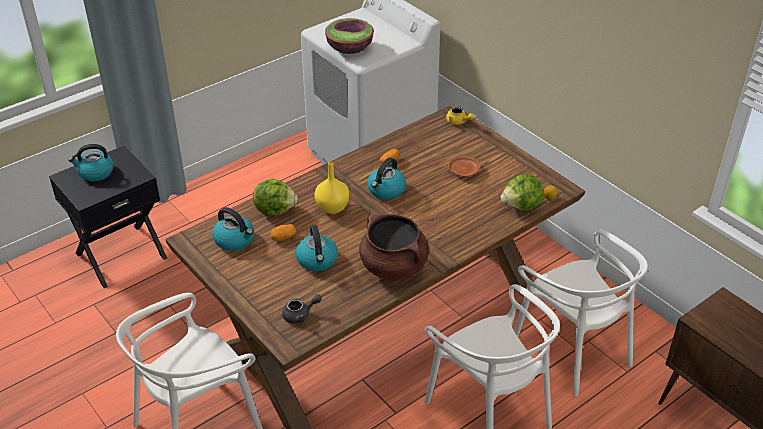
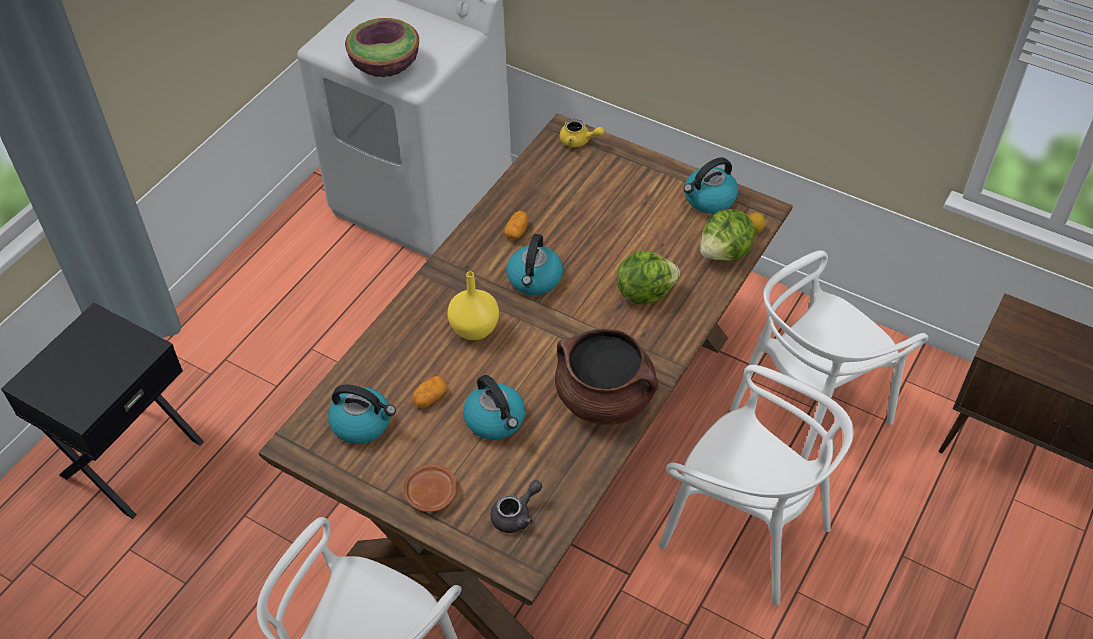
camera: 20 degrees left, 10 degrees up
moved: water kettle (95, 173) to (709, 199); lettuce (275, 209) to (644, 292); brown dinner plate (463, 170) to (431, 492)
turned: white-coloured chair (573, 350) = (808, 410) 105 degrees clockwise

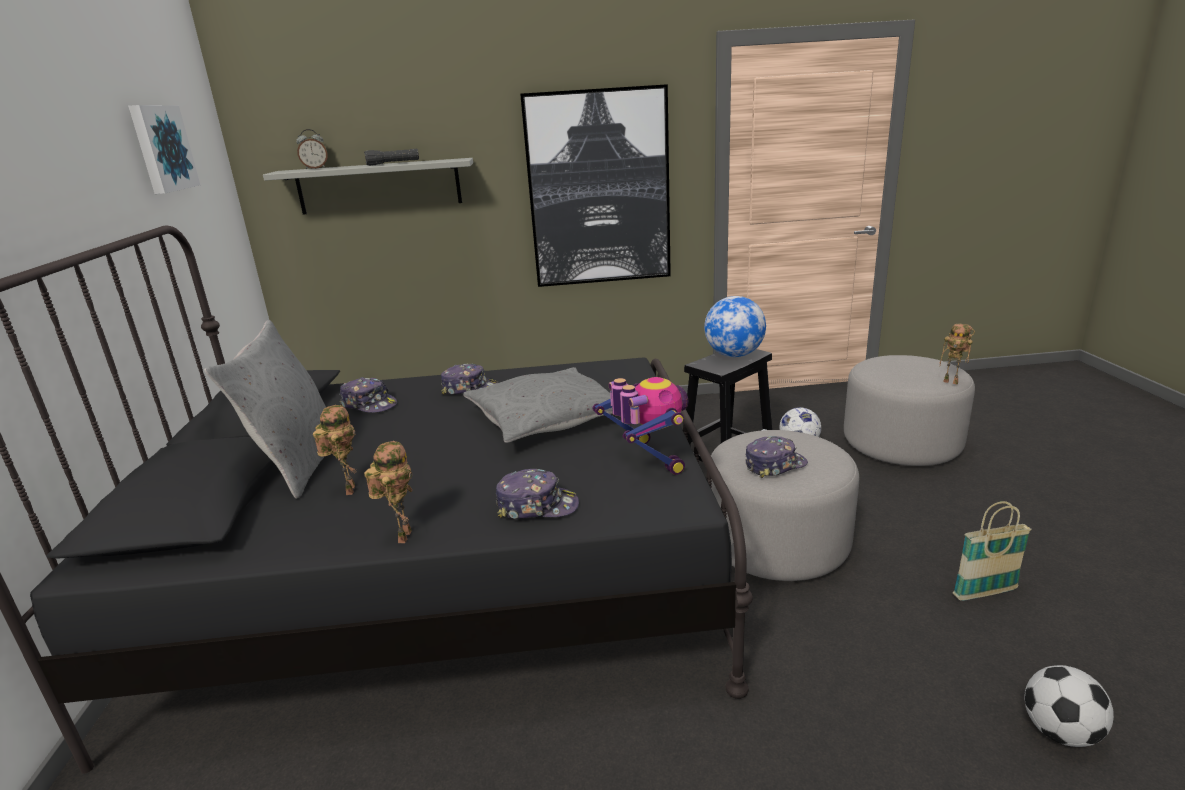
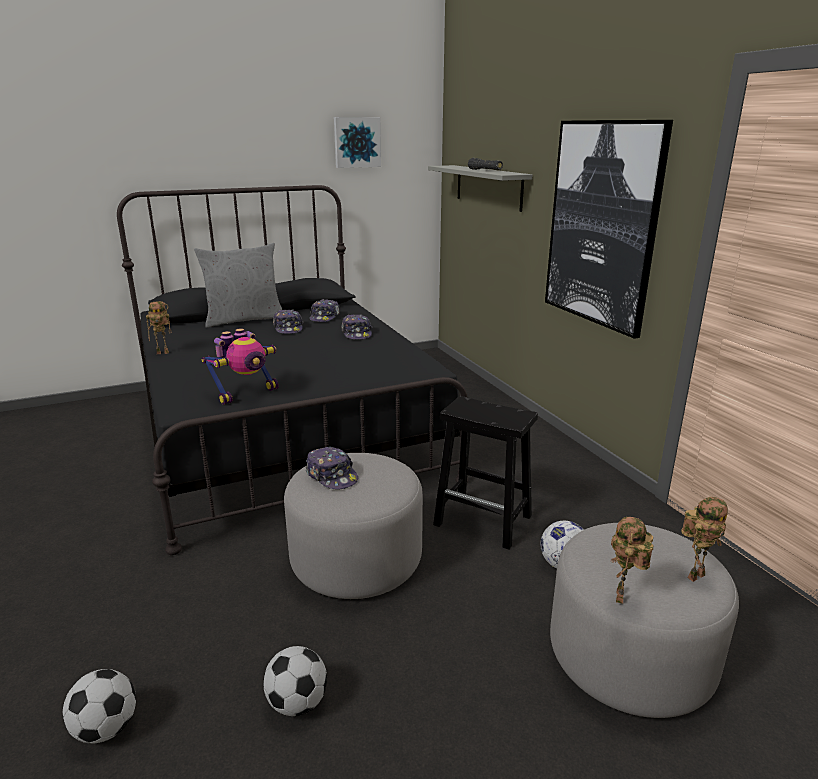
camera: 70 degrees right, 0 degrees up
removed: bedside clock (315, 168); grey pillow (545, 419); world globe (734, 355)
moved: model robot (348, 489) to (695, 574); cap (537, 506) to (288, 328)
replaced: storage basket (984, 593) to football ball (298, 703)

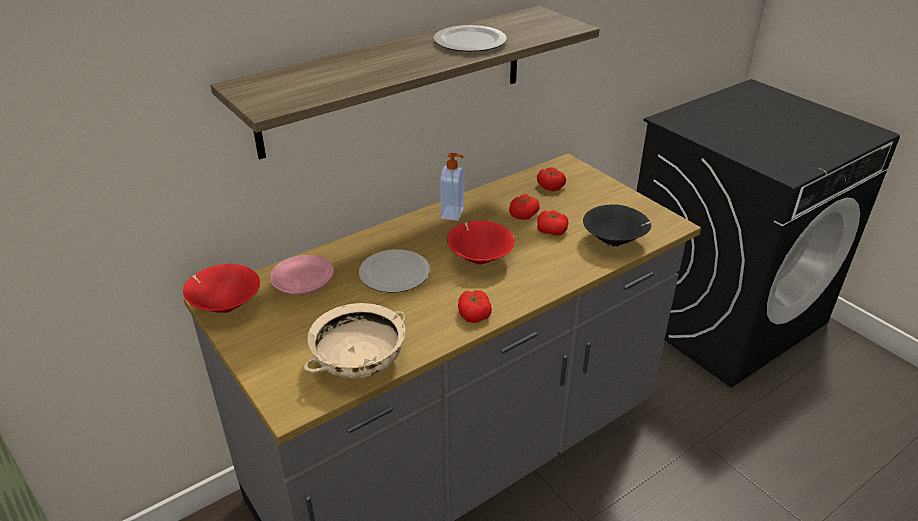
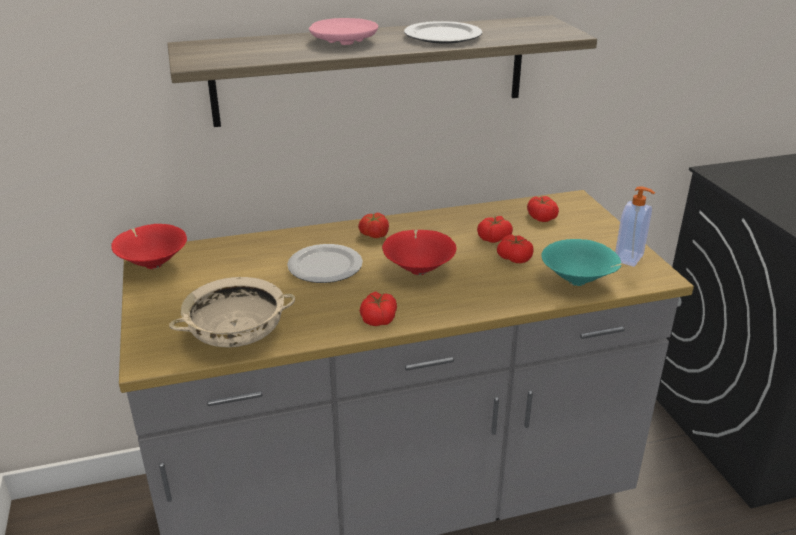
camera: 20 degrees right, 5 degrees down
added: fresh tomato (373, 235)
moved: pink-coloured dinner plate (303, 283) to (343, 41); soap dispenser (453, 213) to (629, 258)
recoloured: blackish serving bowl (615, 242) to blue-green serving bowl (578, 282)

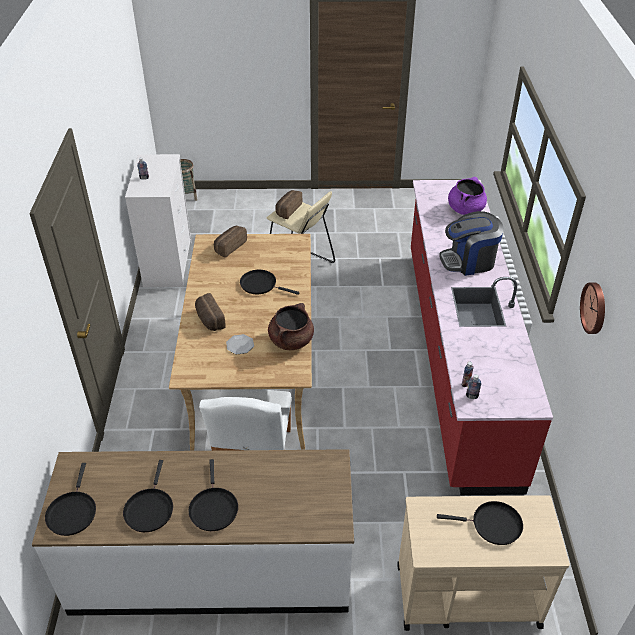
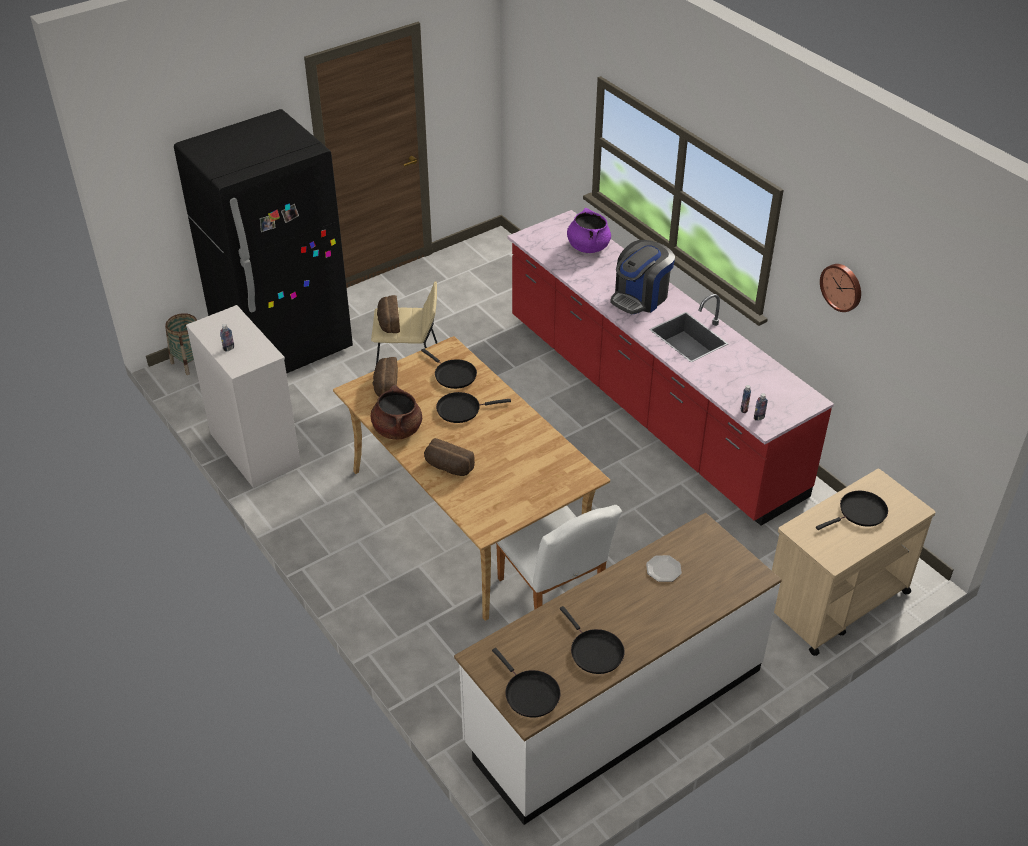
camera: 35 degrees left, 0 degrees up
added: blackish fridge (284, 347)
moved: blackish skillet (213, 508) to (453, 375); dinner plate (240, 345) to (663, 569); brown saucepot (291, 340) to (397, 429)

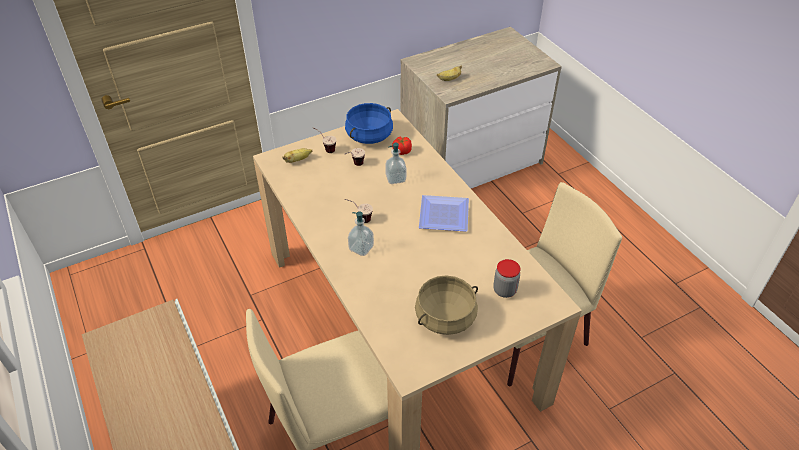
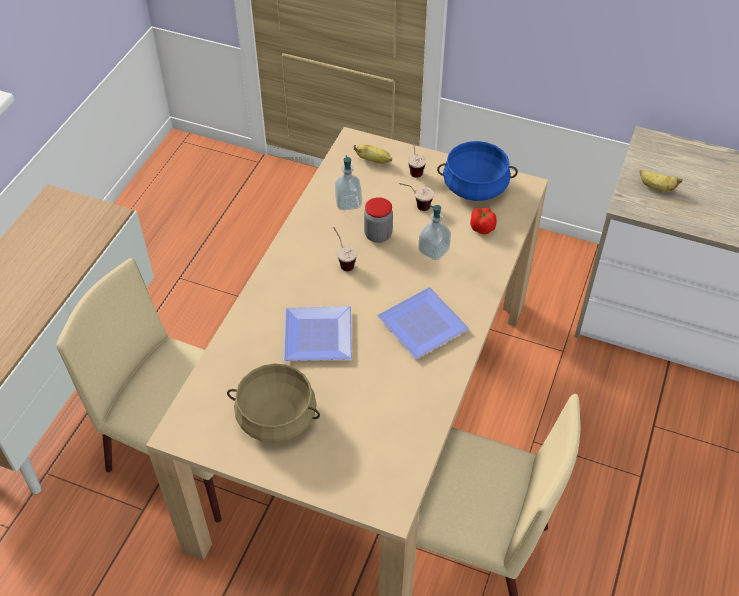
camera: 50 degrees right, 5 degrees up
added: dinner plate (320, 338)
moved: soap dispenser (361, 248) to (348, 203); preserve jar (504, 290) to (378, 235)

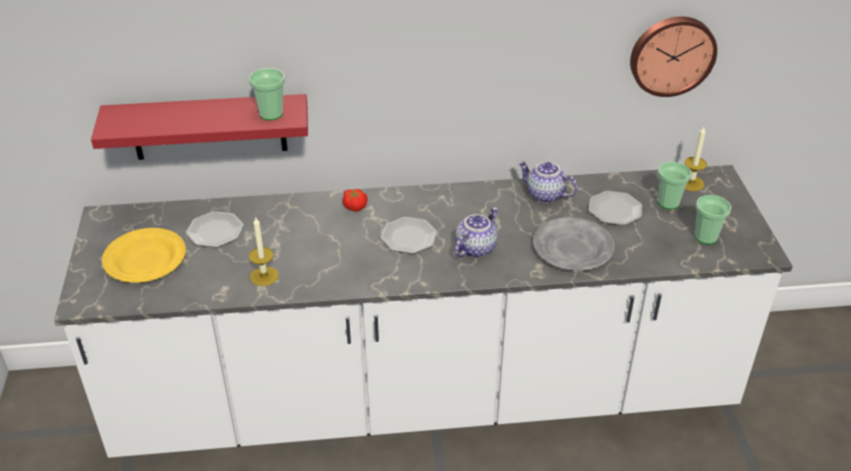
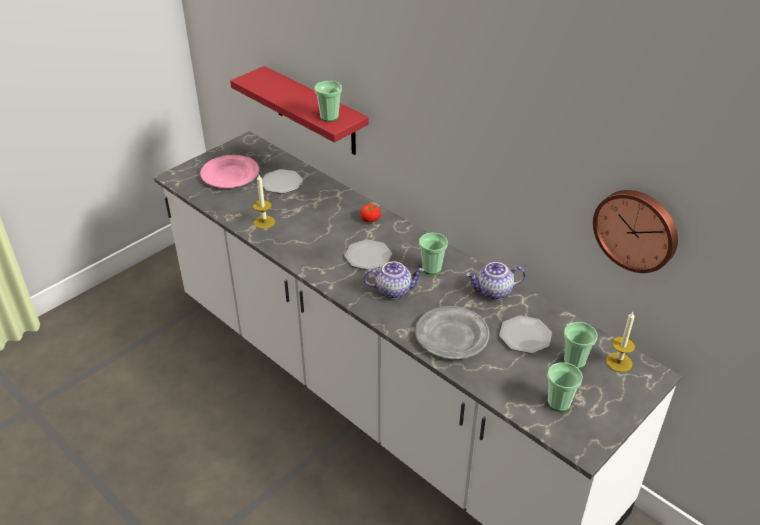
camera: 50 degrees right, 0 degrees up
added: drinking cup (431, 268)
recoloured: yellowish dinner plate (144, 259) to pink-coloured dinner plate (230, 175)
turned: teapot (544, 195) = (493, 292) 90 degrees counterclockwise

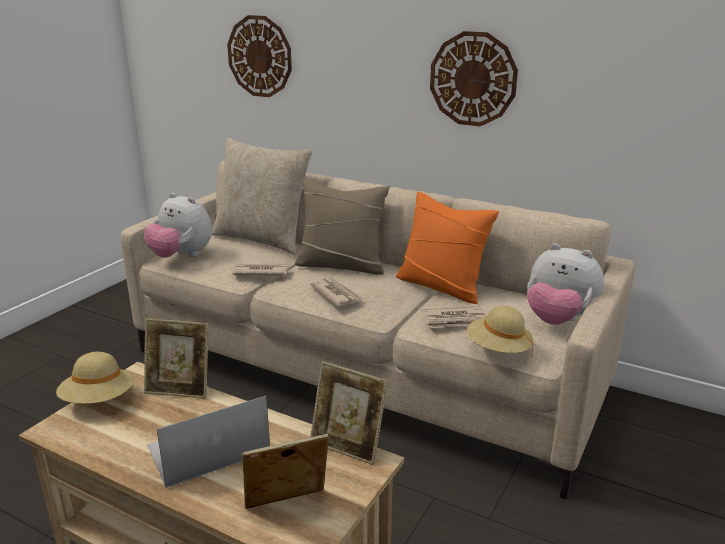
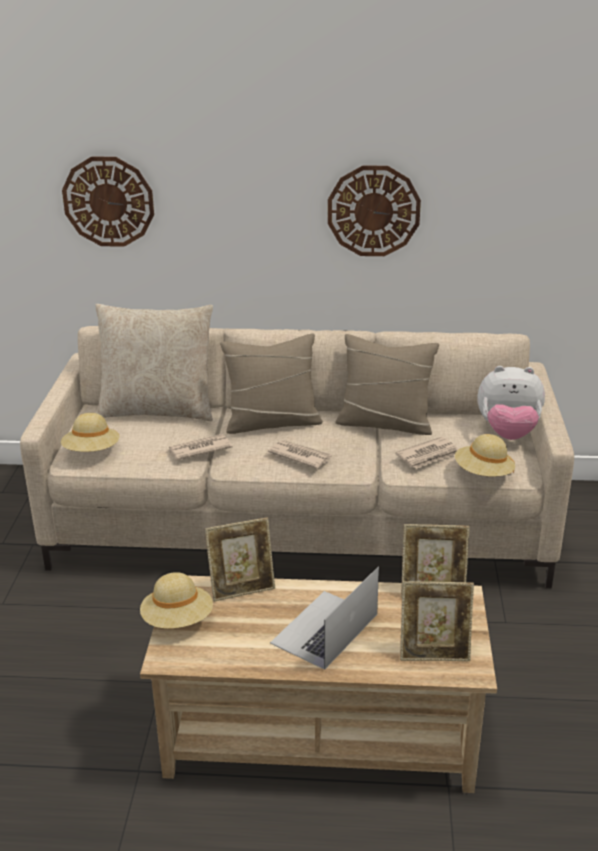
camera: 25 degrees left, 5 degrees up
replaced: plush toy (181, 256) to beige-coloured wearable hat (92, 451)
recoloured: orange pillow (442, 286) to beige-coloured pillow (385, 423)
turned: picture frame (287, 509) = (434, 651) 135 degrees counterclockwise

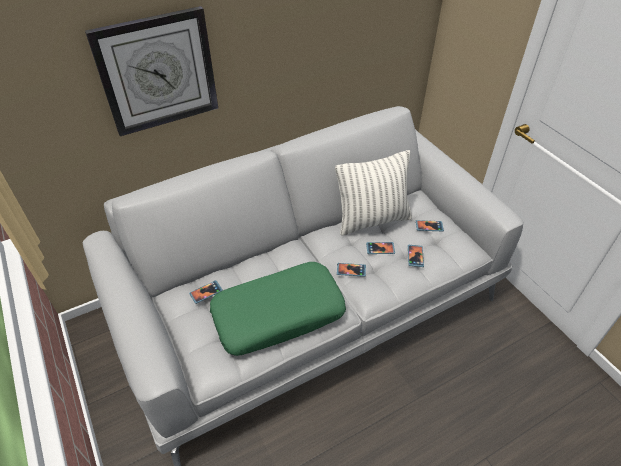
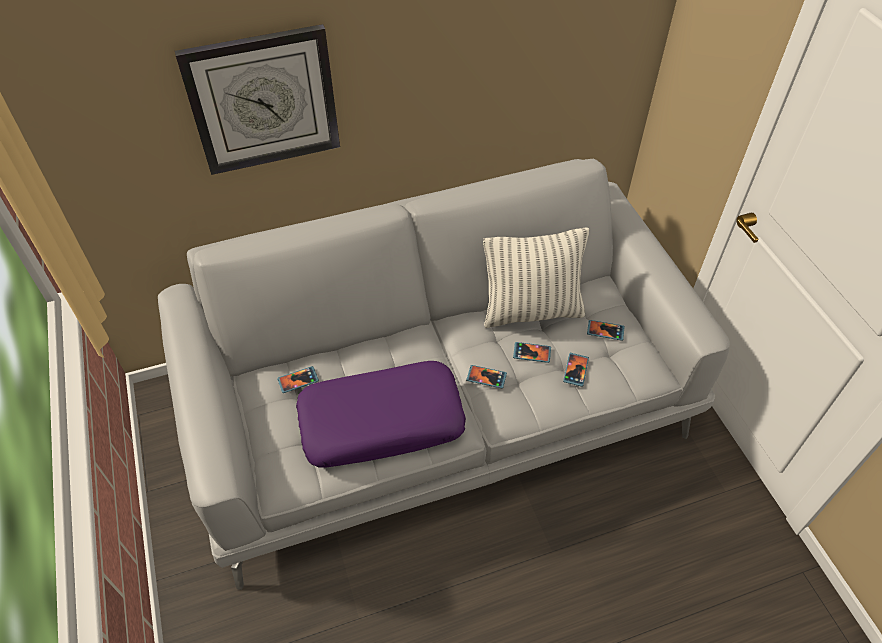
camera: 10 degrees right, 5 degrees up
recoloured: greenish pillow (278, 314) to purple-coloured pillow (382, 422)

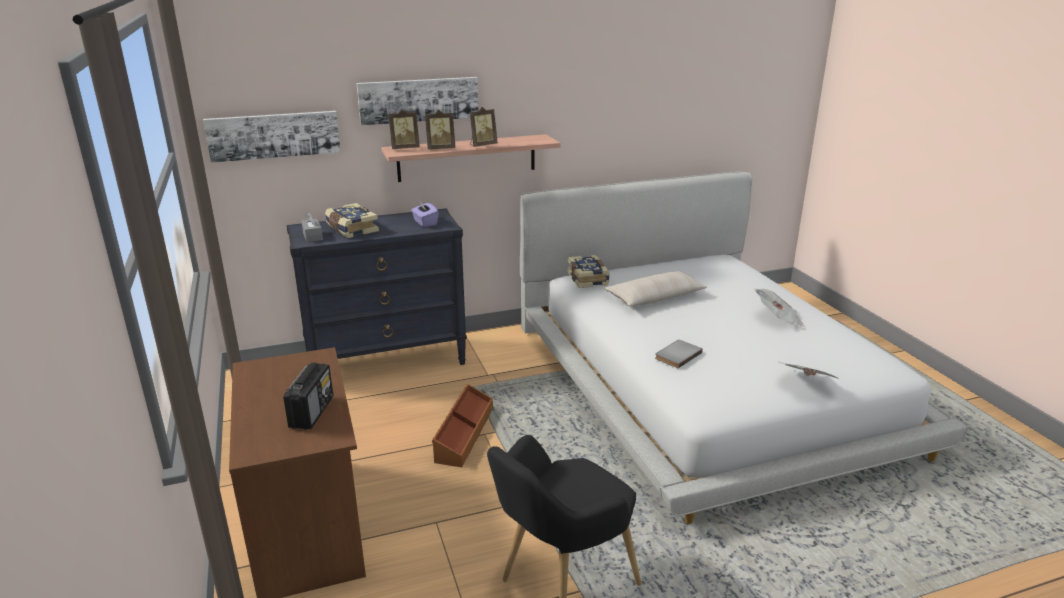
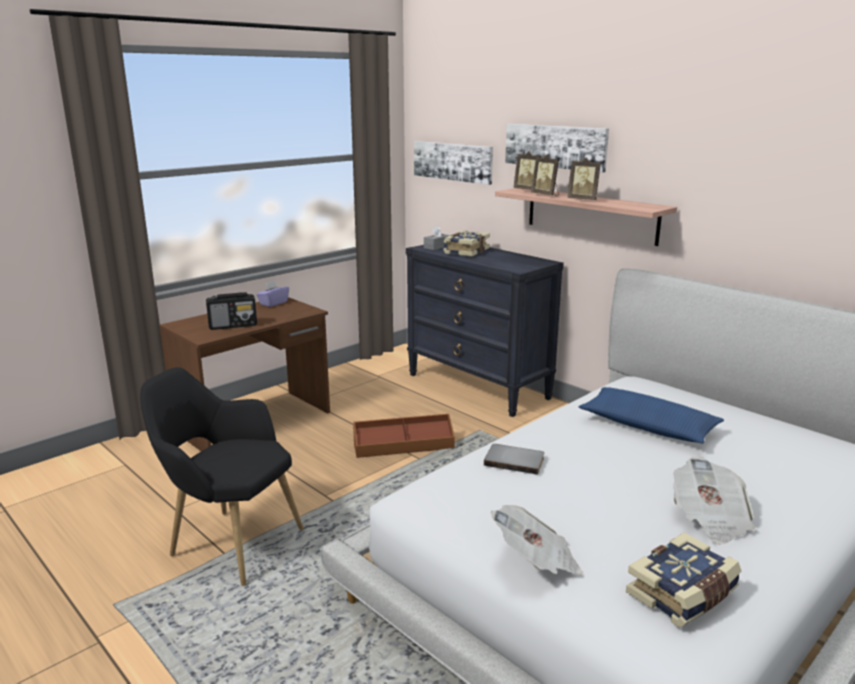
camera: 65 degrees right, 5 degrees down
moved: purple-coloured tissue holder (425, 223) to (273, 303); bound book (588, 279) to (683, 594)
recoloured: beige-coloured pillow (655, 298) to blue-coloured pillow (648, 426)

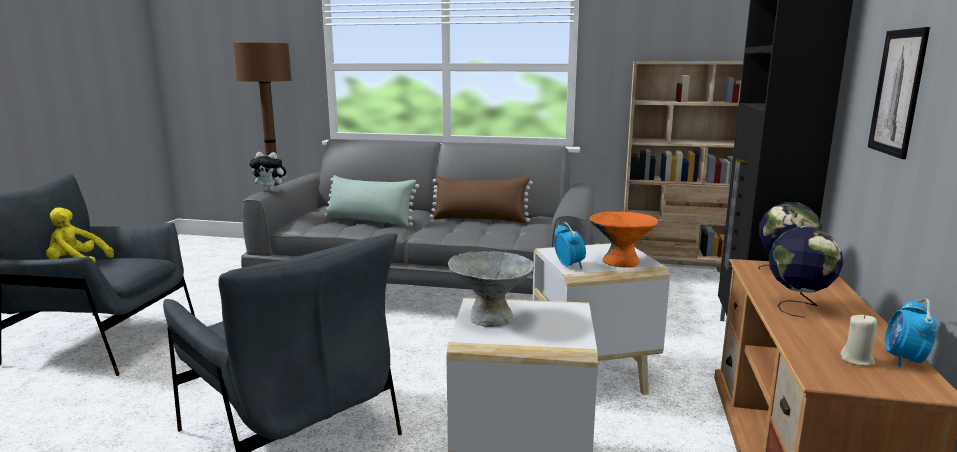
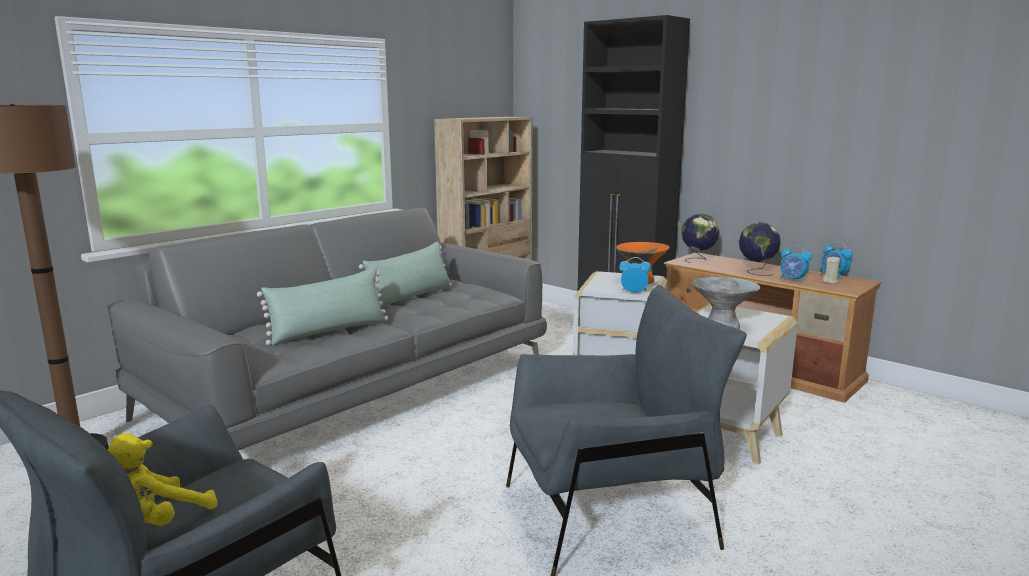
camera: 60 degrees left, 0 degrees up
removed: plush toy (271, 190); wall art (898, 92)
added: bedside clock (792, 280)
recoloured: brown pillow (480, 219) to greenish pillow (410, 297)

